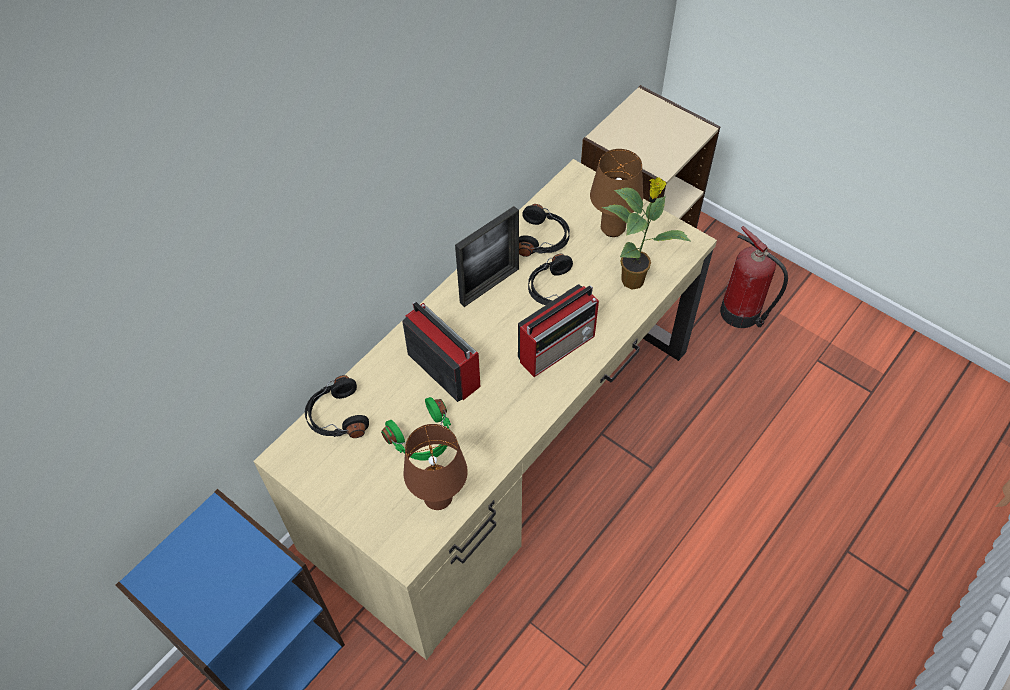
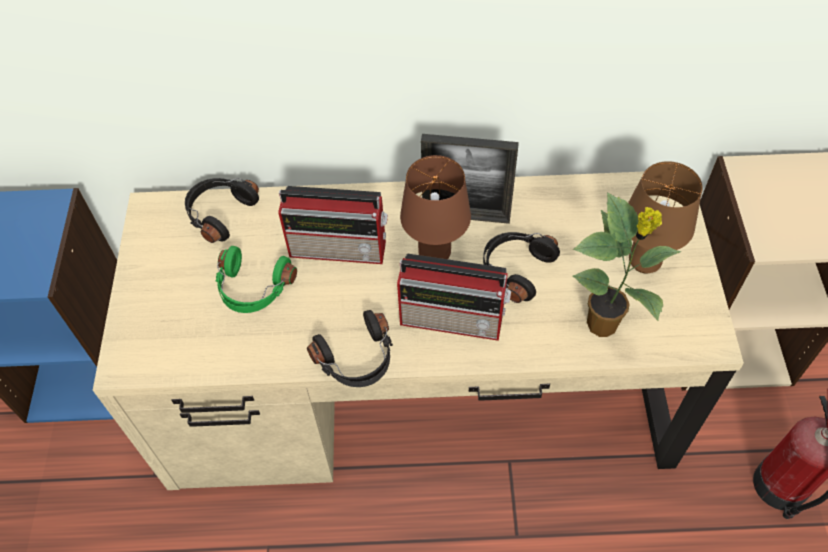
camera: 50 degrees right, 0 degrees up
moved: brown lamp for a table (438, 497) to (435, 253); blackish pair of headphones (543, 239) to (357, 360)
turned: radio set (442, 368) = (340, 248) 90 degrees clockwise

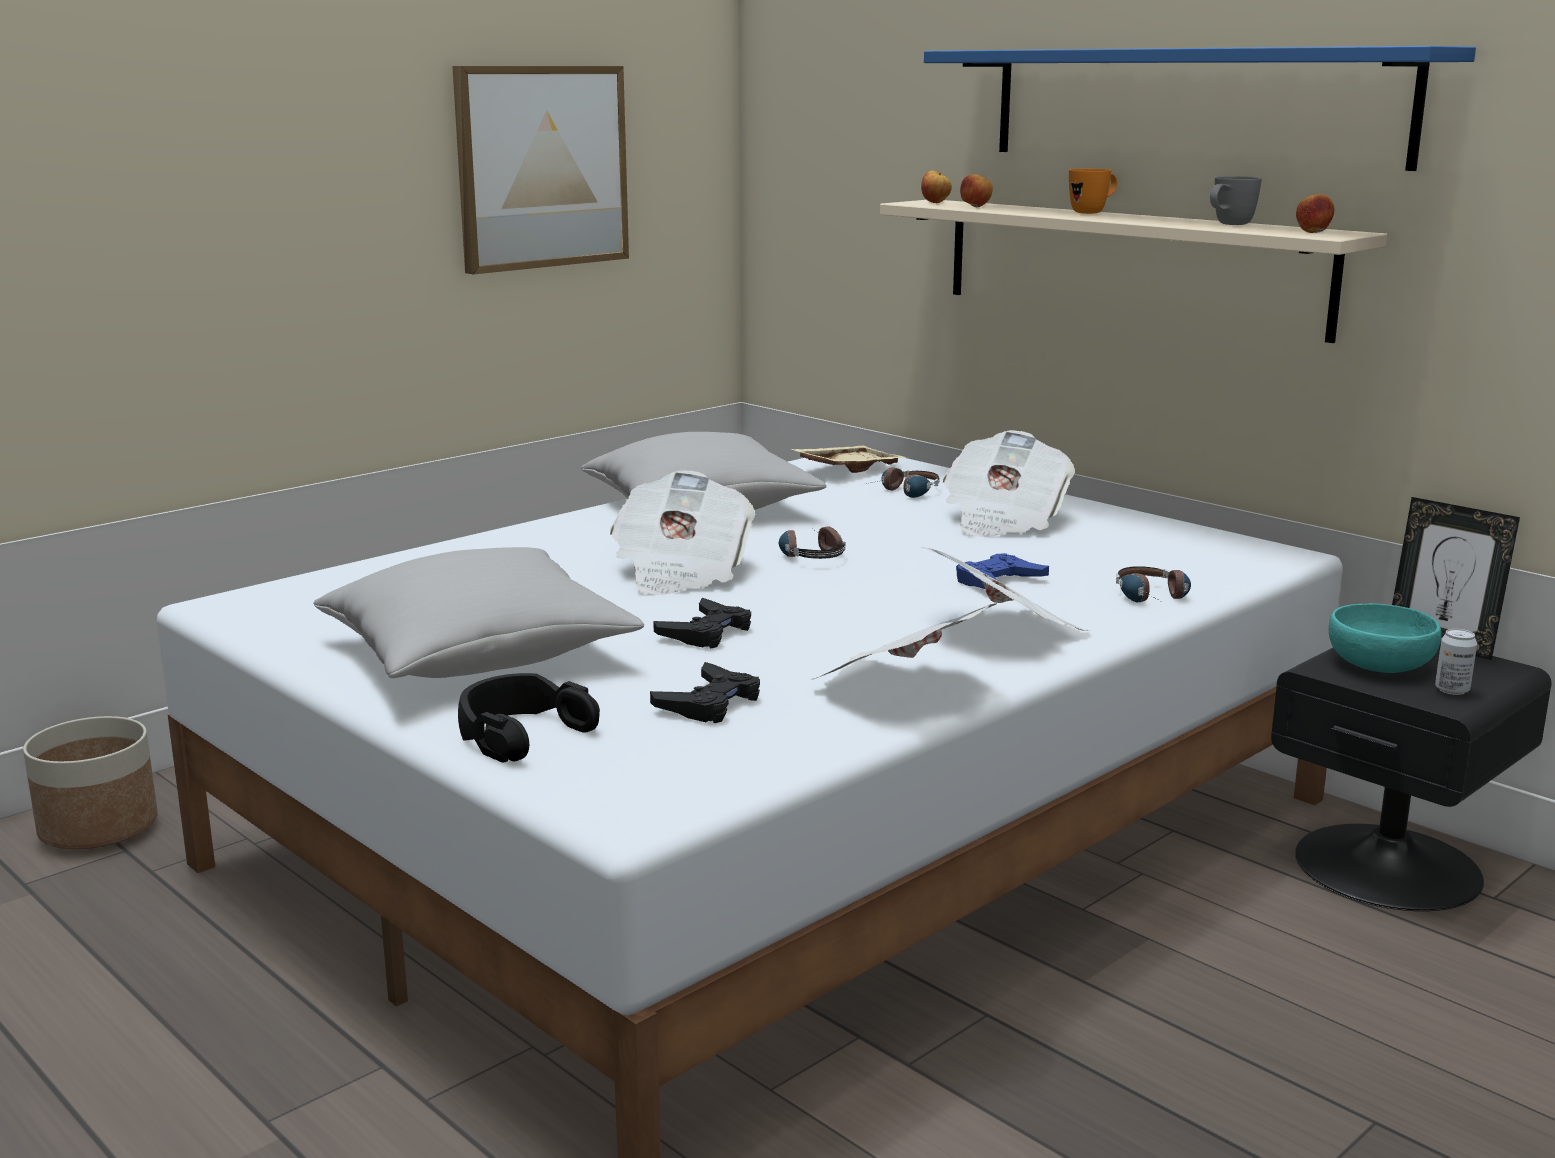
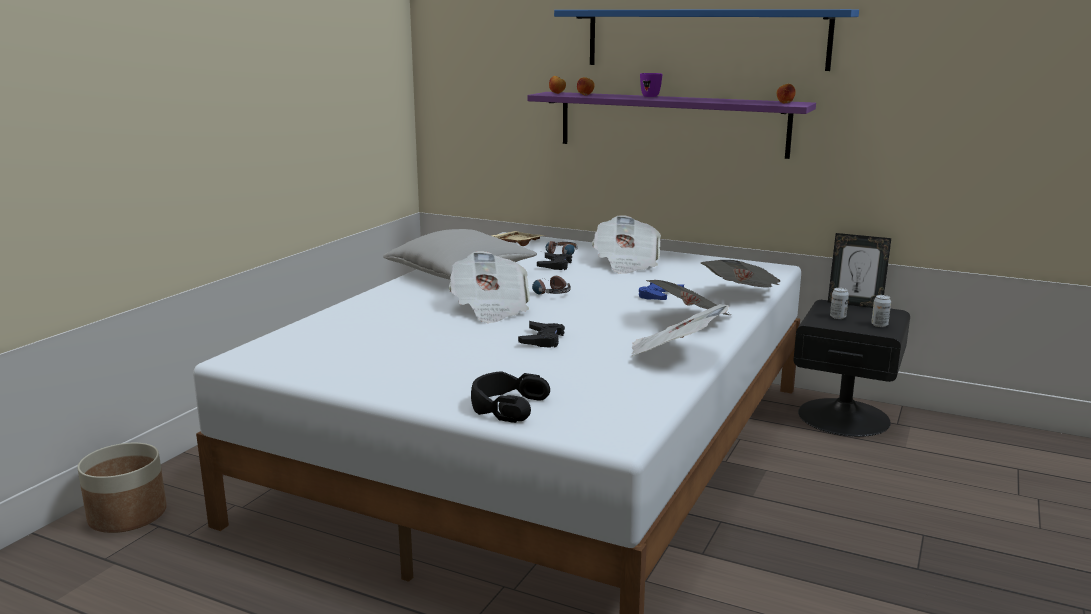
camera: 20 degrees left, 0 degrees up
removed: grey pillow (478, 655); wall art (541, 167); grey mug (1229, 225)
moved: blackish gamepad (709, 703) to (555, 265)
replaced: pair of headphones (1154, 598) to printed paper (741, 295); blue-green serving bowl (1378, 664) to metal can (837, 317)
recoloured: beige-coloured shelf (1130, 265) to purple-coloured shelf (671, 123); orange mug (1093, 212) to purple-coloured mug (652, 96)

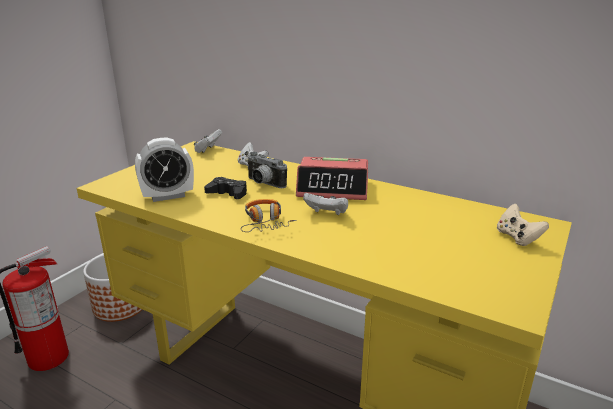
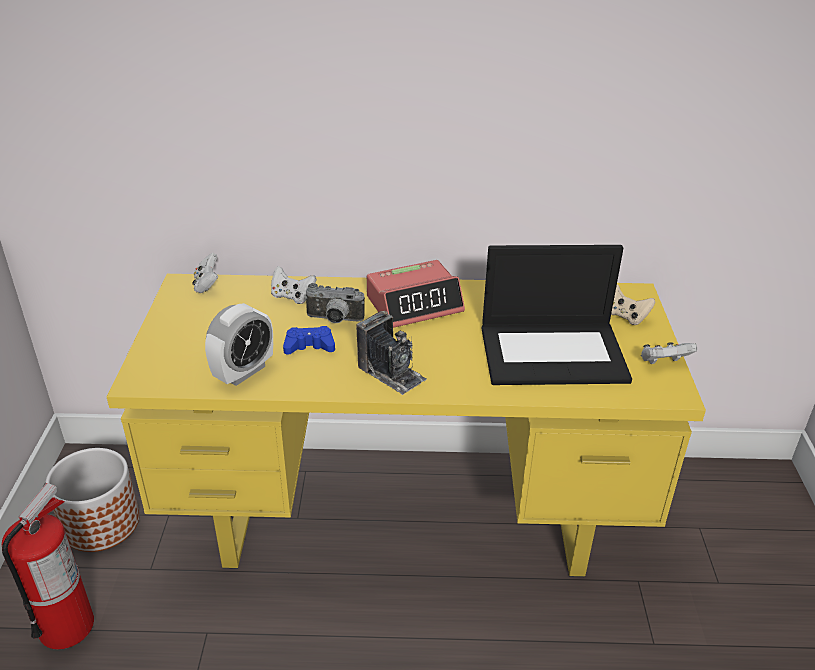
camera: 30 degrees left, 10 degrees up
added: notebook computer (554, 352)
moved: white-coloured gamepad (327, 214) to (663, 363)
replaced: pair of headphones (265, 222) to photo camera (391, 373)
recoloured: blackish gamepad (228, 193) to blue-coloured gamepad (309, 346)

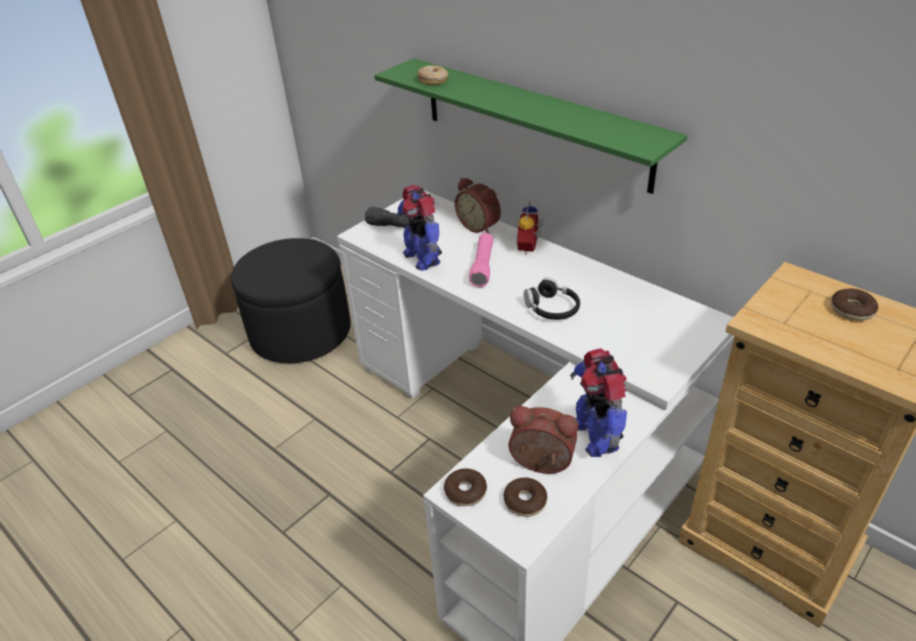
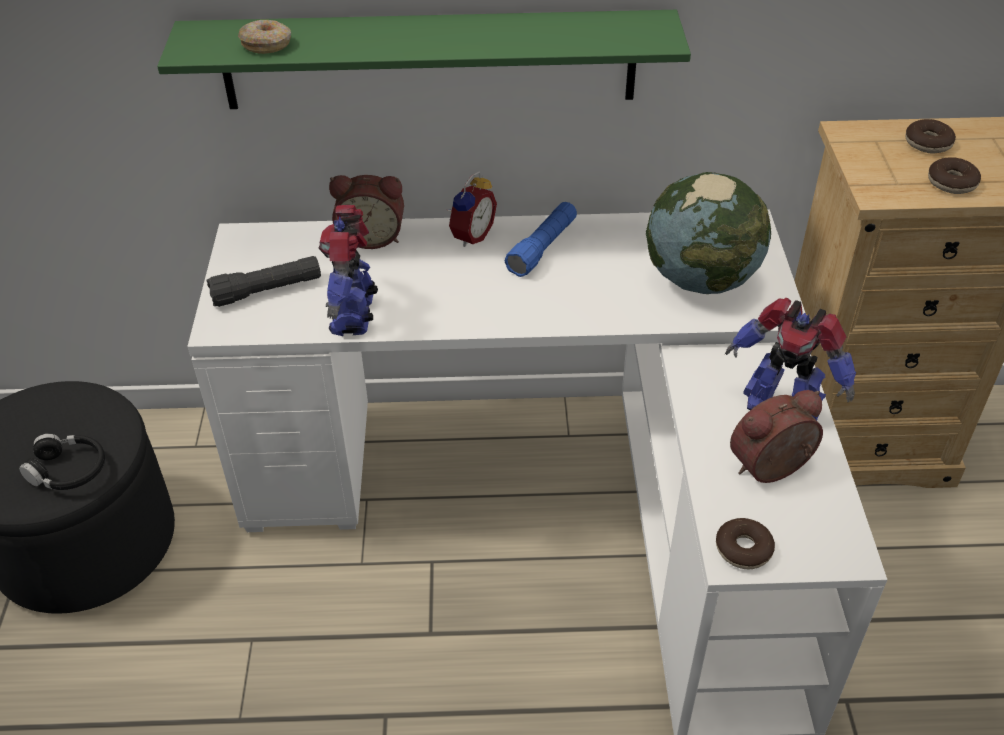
camera: 45 degrees left, 5 degrees up
removed: pink-coloured hand torch (482, 266)
added: blue-coloured hand torch (542, 248); world globe (701, 280)
moved: ring doughnut (525, 501) to (951, 183); blackish pair of headphones (552, 308) to (68, 470)
turned: model robot (422, 258) = (354, 314) 75 degrees clockwise; bedside clock (530, 248) = (470, 235) 120 degrees counterclockwise

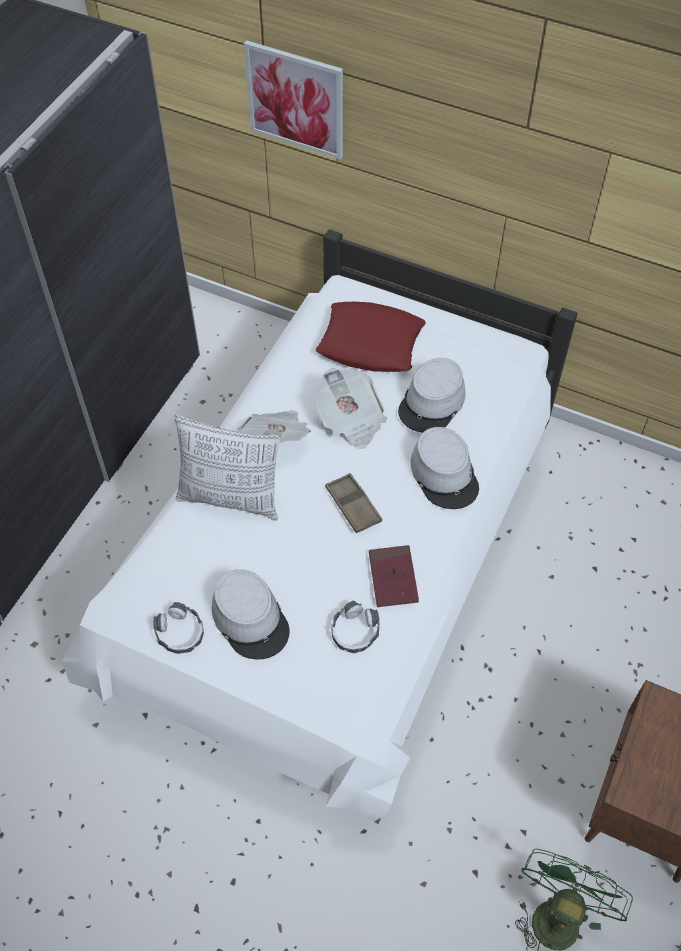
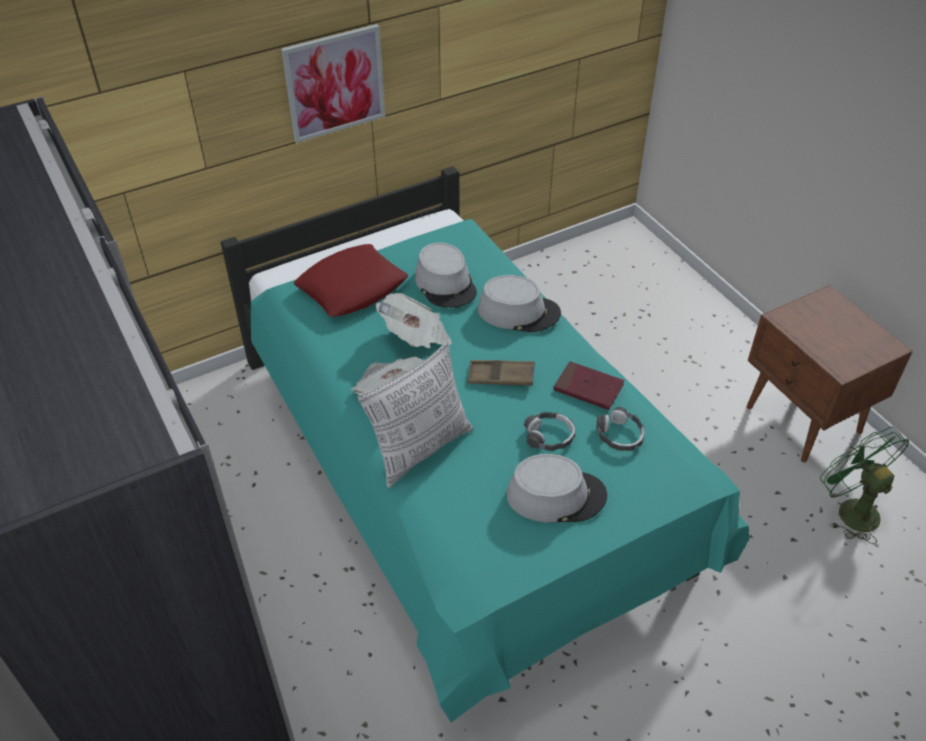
camera: 55 degrees left, 10 degrees down
moved: pair of headphones (180, 632) to (549, 436); wall art (295, 100) to (334, 83)
recoloured: white-coloured bedroom bed (339, 557) to blue-green bedroom bed (461, 472)

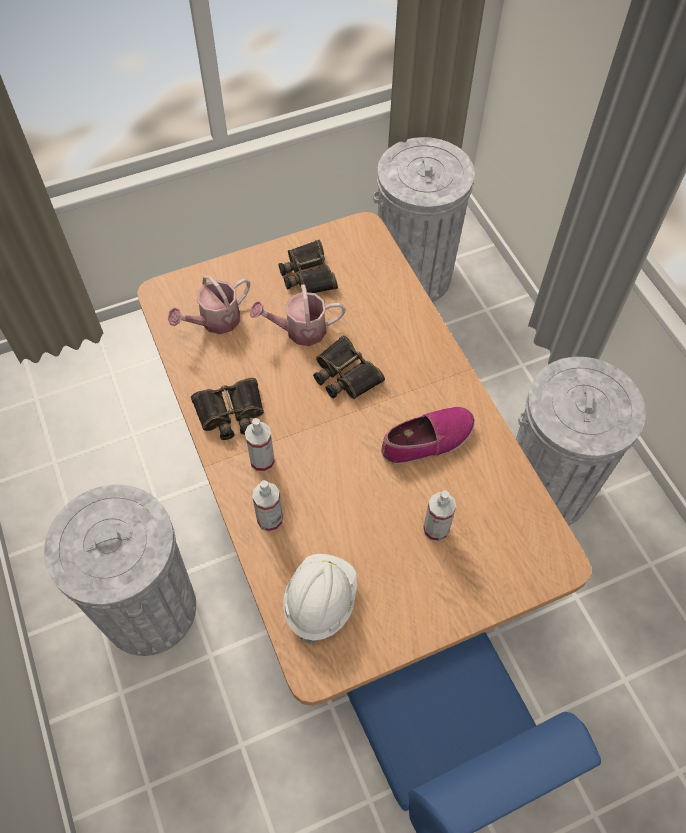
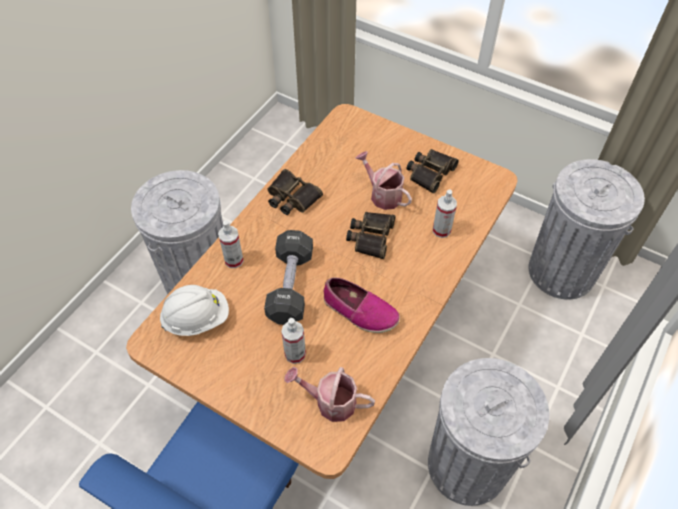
camera: 55 degrees right, 5 degrees down
added: blackish free weight (290, 286)
moved: watering can (215, 321) to (330, 402); spray bottle (262, 461) to (441, 230)

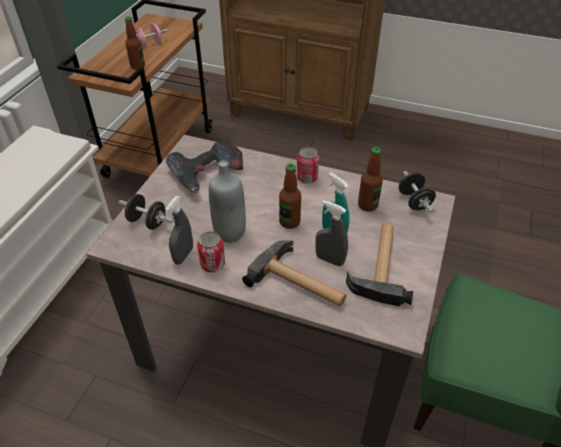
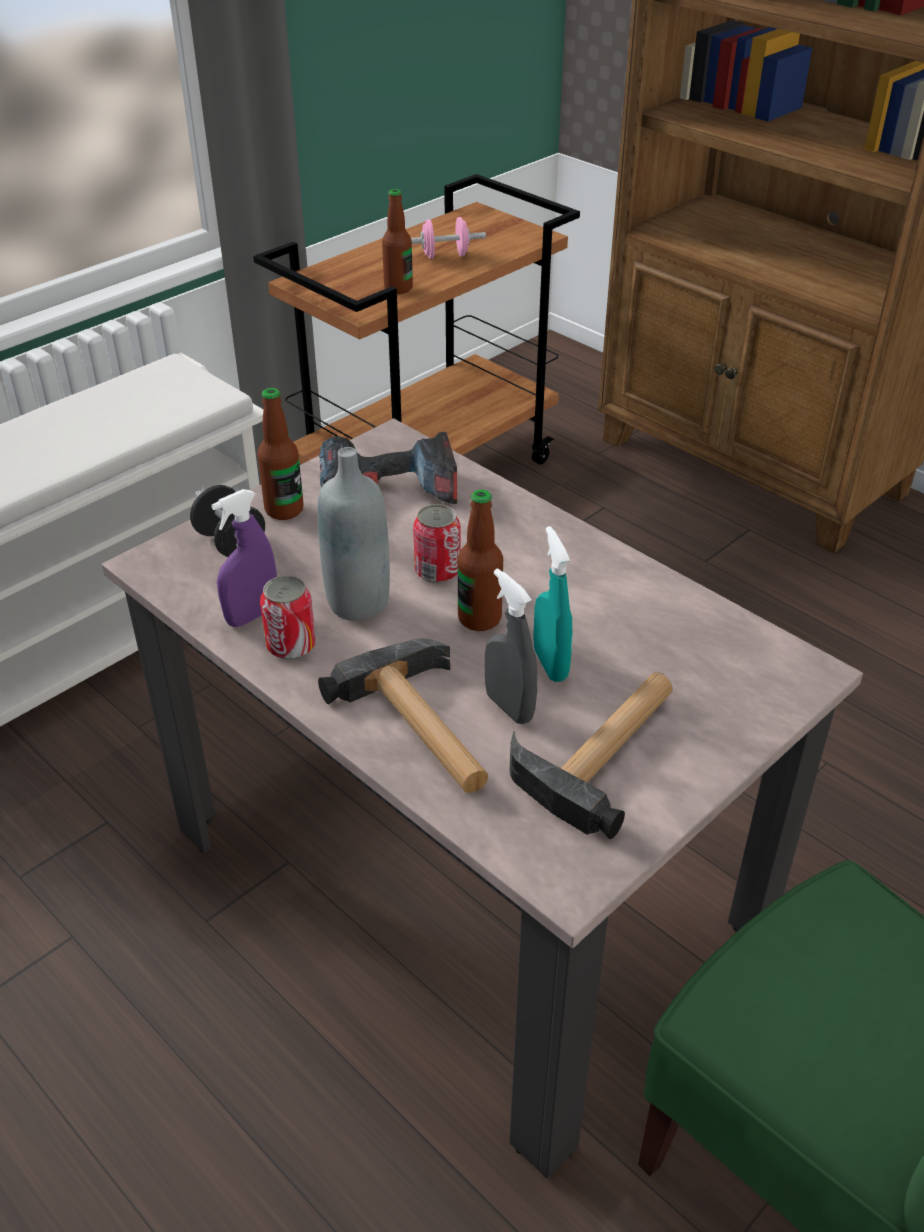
camera: 25 degrees right, 5 degrees down
removed: blackish free weight (414, 201)
moved: metal can (307, 178) to (437, 571); beverage bottle (367, 205) to (284, 510)
recoloured: grey spray bottle (183, 255) to purple-coloured spray bottle (252, 615)

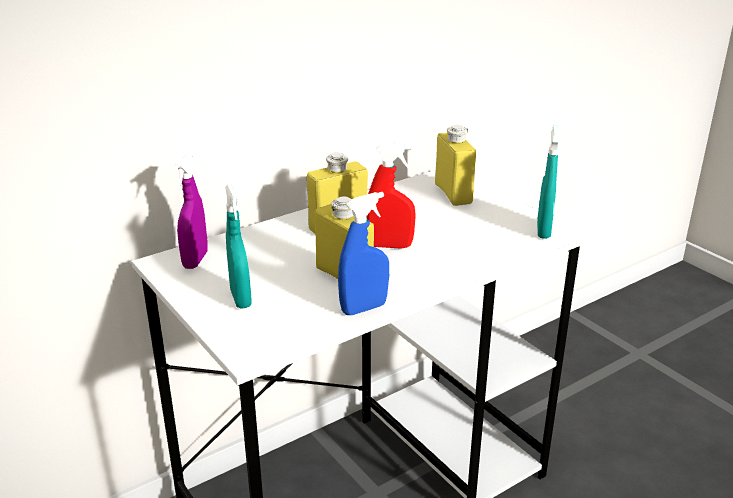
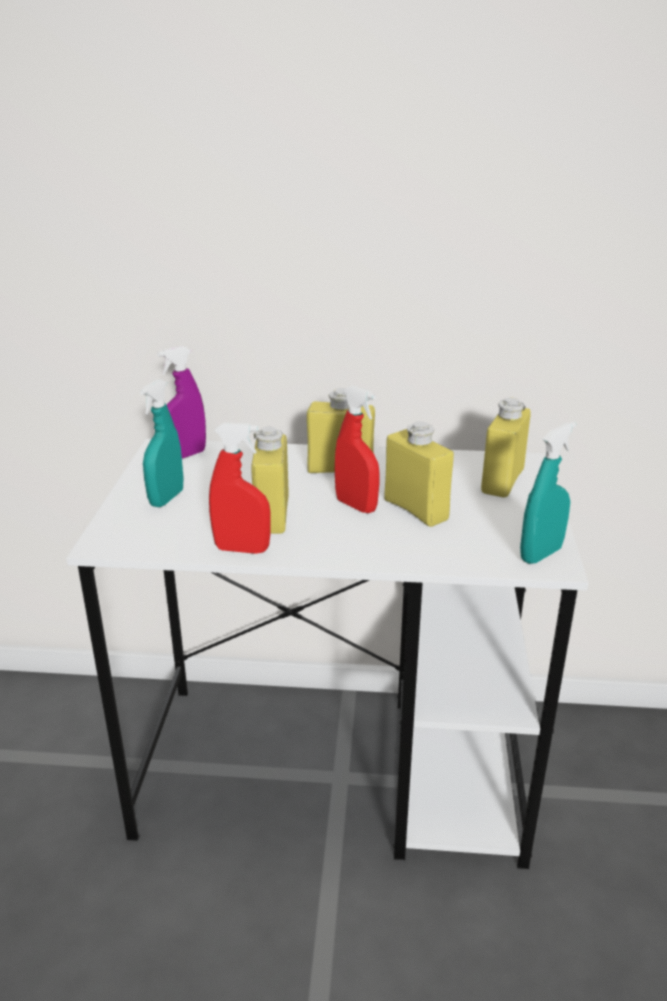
camera: 40 degrees right, 0 degrees up
added: yellowish beverage bottle (416, 509)
recoloured: blue-coloured spray bottle (364, 308) to reddish spray bottle (242, 549)

